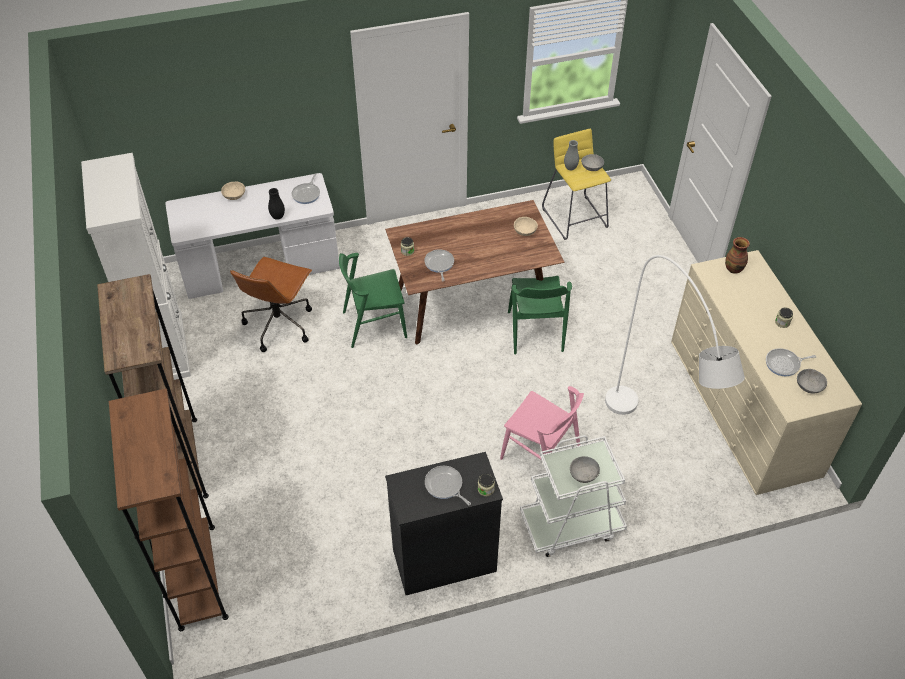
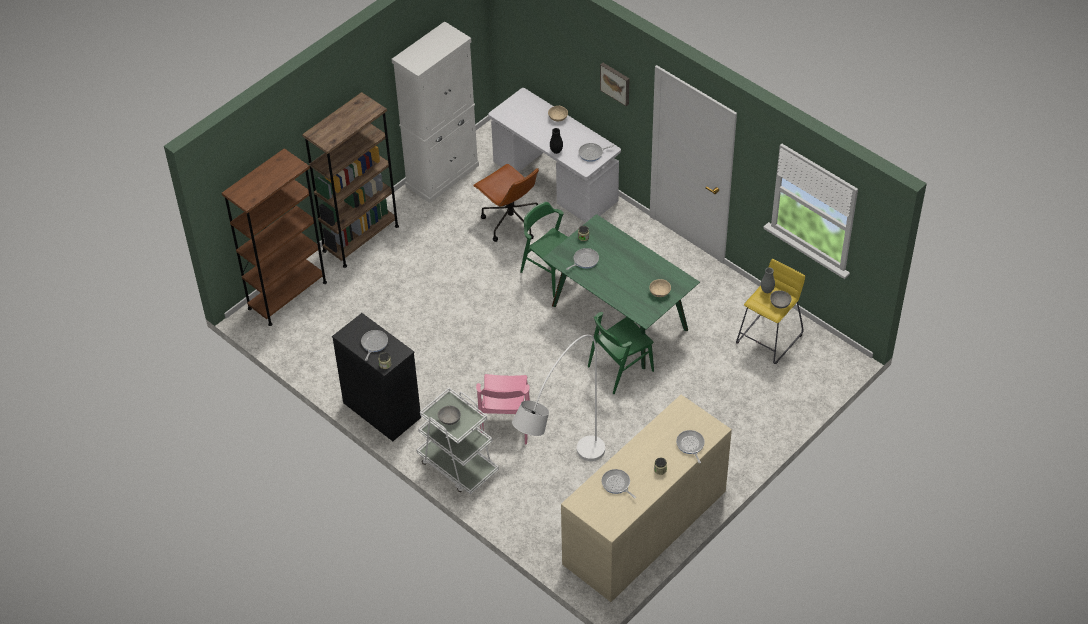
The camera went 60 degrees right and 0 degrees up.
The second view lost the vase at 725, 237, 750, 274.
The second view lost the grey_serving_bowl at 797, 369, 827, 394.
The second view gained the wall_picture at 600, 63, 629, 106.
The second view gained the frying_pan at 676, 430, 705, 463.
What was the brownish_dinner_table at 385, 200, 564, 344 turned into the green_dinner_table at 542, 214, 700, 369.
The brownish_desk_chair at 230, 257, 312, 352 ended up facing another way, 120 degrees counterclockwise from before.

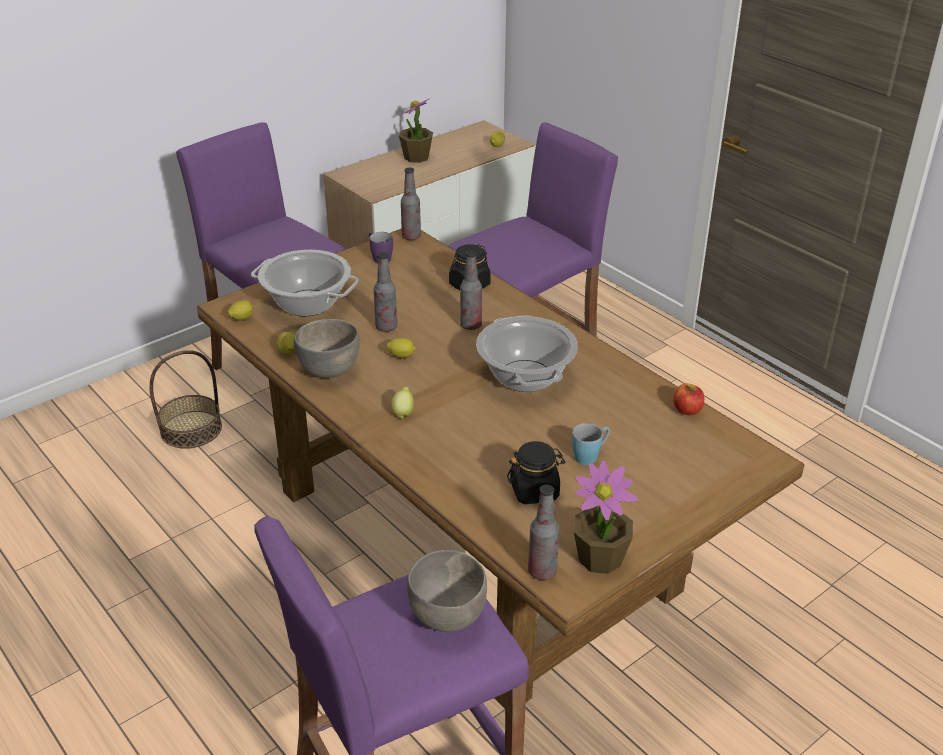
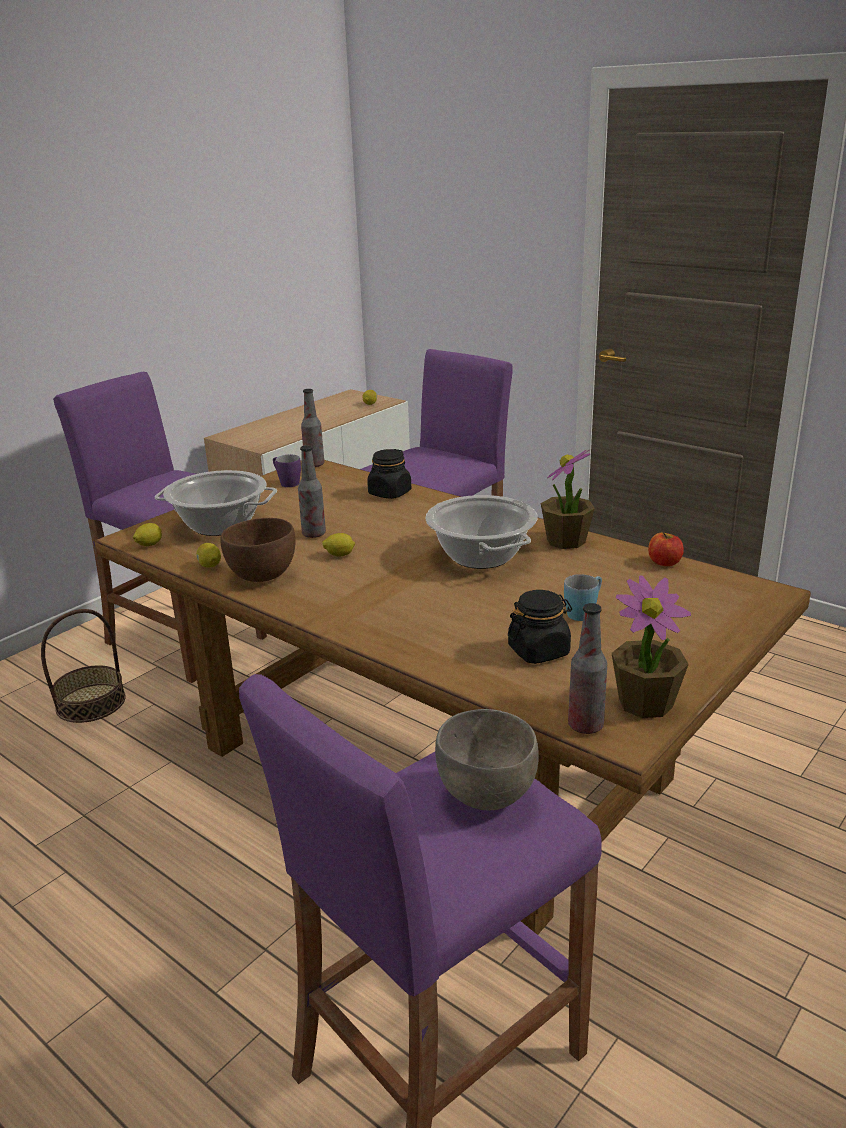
The camera went 10 degrees left and 10 degrees down.
The second view lost the lemon at 391, 387, 414, 419.
The second view lost the beverage_bottle at 460, 250, 482, 330.
The plant_in_a_pot ended up elsewhere, having gone from 399, 99, 433, 163 to 541, 449, 595, 549.
What was the grey_serving_bowl at 294, 319, 360, 378 turned into the brownish_serving_bowl at 220, 518, 296, 582.

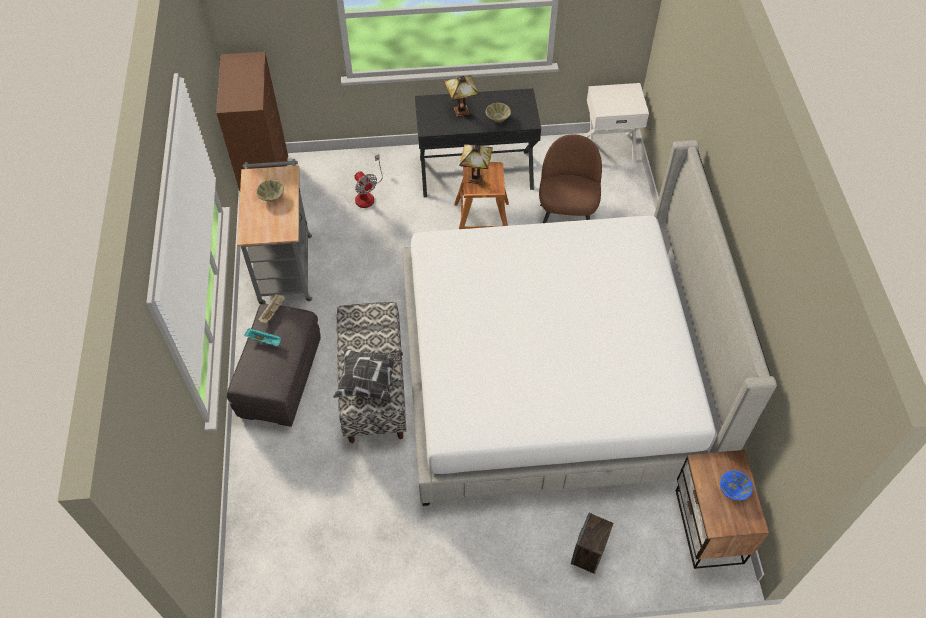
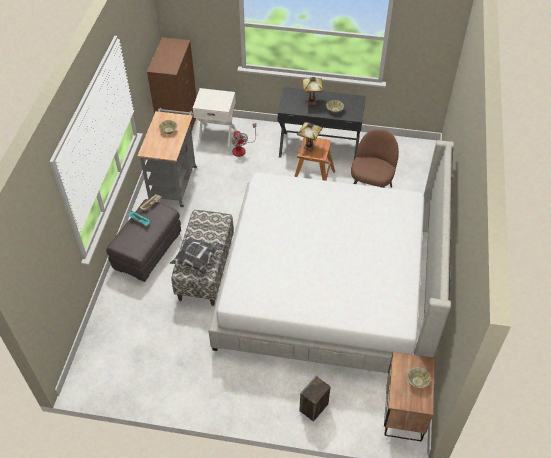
The camera went 15 degrees right and 5 degrees down.
The white_night_table ended up elsewhere, having gone from 584, 83, 649, 162 to 193, 88, 236, 147.
What was the blue-coloured_serving_bowl at 720, 470, 753, 501 turned into the sand-coloured_serving_bowl at 407, 367, 431, 388.

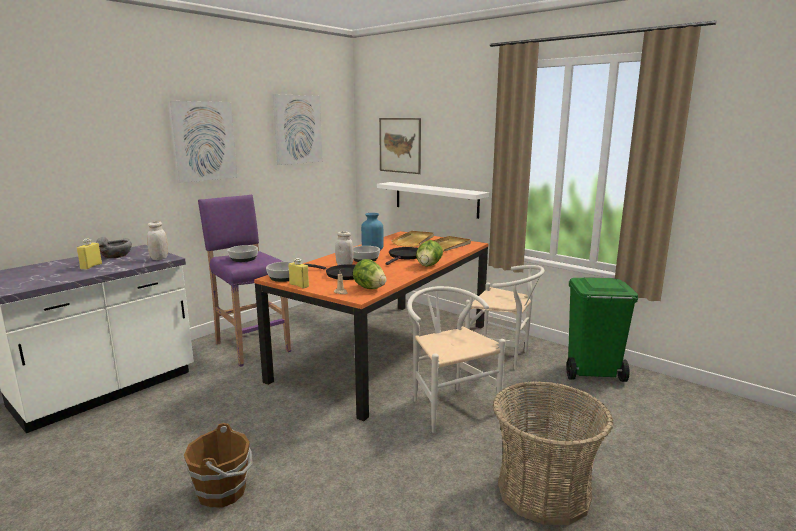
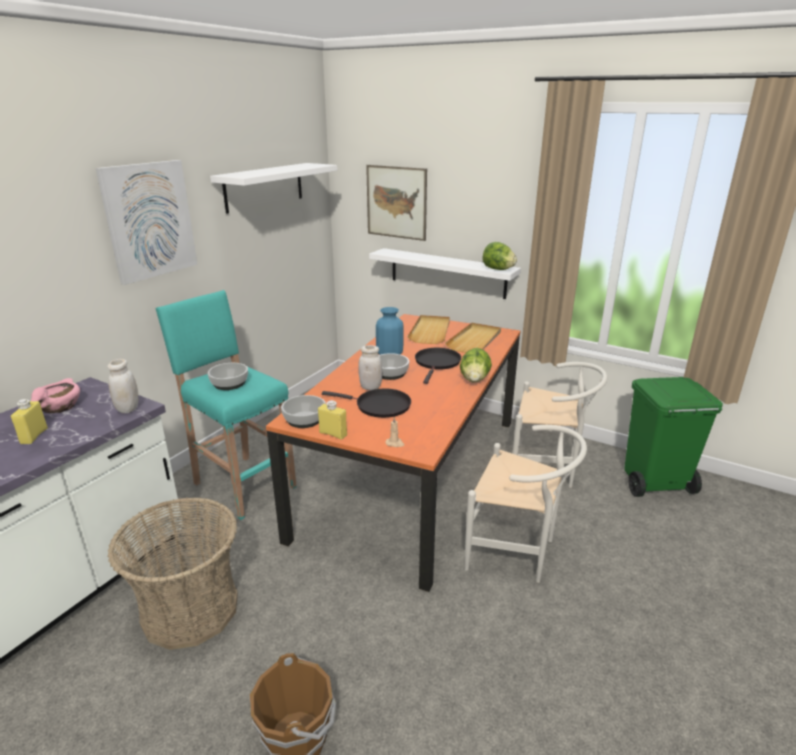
The camera went 10 degrees left and 10 degrees up.
The lettuce_head ended up elsewhere, having gone from 353, 259, 386, 289 to 483, 242, 517, 270.
The basket ended up elsewhere, having gone from 493, 381, 613, 525 to 108, 497, 238, 650.
Where the wall_picture hung at 273, 94, 323, 165, the white_wall_shelf came to hang at 210, 163, 337, 214.
What was the grey_serving_bowl at 96, 237, 132, 258 turned into the pinkish_serving_bowl at 31, 378, 80, 413.
What was the purple_stool_seat at 198, 195, 291, 367 turned into the turquoise_stool_seat at 156, 290, 297, 520.
The white_upright_chair at 407, 286, 506, 433 ended up facing another way, 150 degrees clockwise from before.

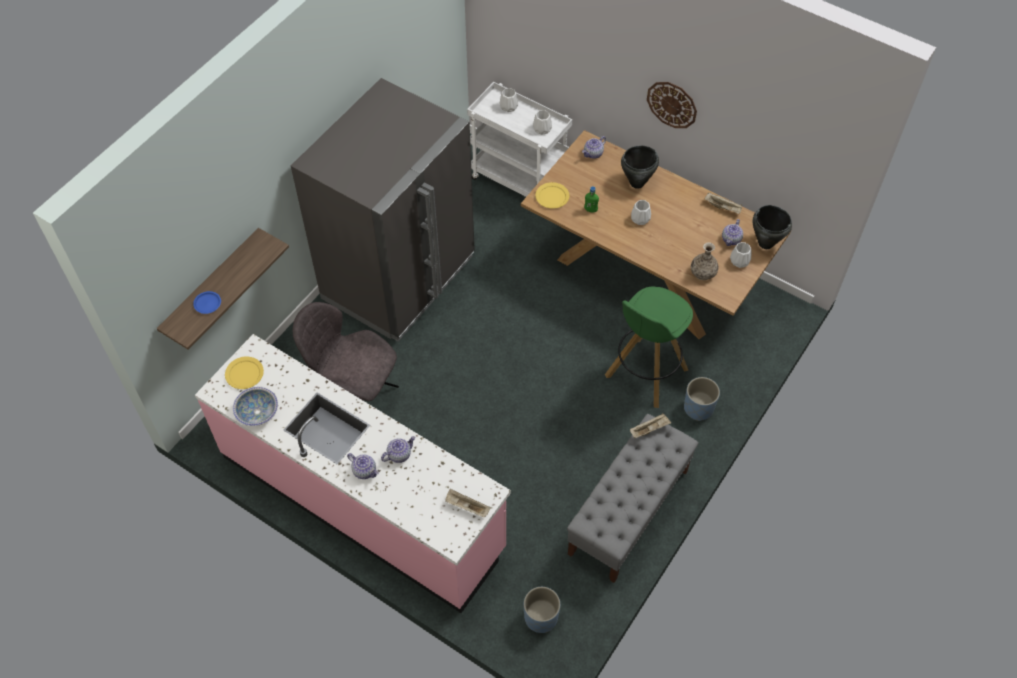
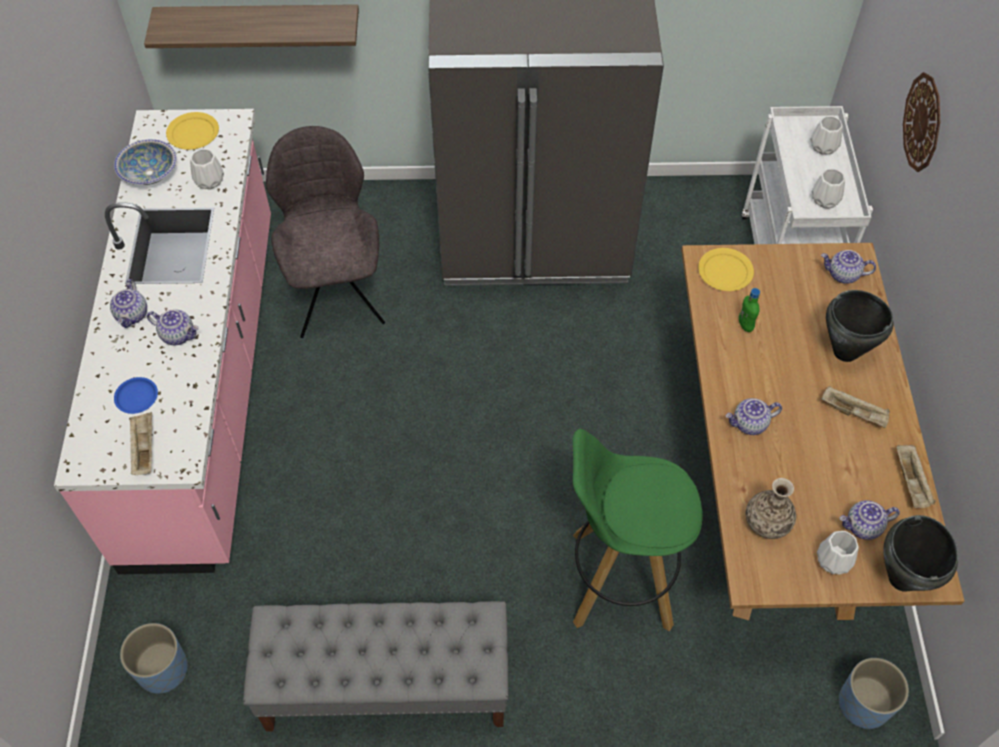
The camera went 55 degrees right and 0 degrees up.
The second view gained the pot_for_tea at 726, 398, 782, 435.
The blue-coloured_plate ended up elsewhere, having gone from 193, 291, 221, 314 to 114, 377, 158, 414.
The sand-coloured_tray ended up elsewhere, having gone from 630, 413, 671, 438 to 821, 386, 890, 428.
The white_vase ended up elsewhere, having gone from 631, 200, 651, 225 to 190, 149, 224, 190.
The hanging_clock ended up elsewhere, having gone from 647, 82, 697, 128 to 903, 72, 940, 172.
The blue-coloured_plant_pot ended up elsewhere, having gone from 684, 377, 720, 421 to 839, 658, 909, 729.

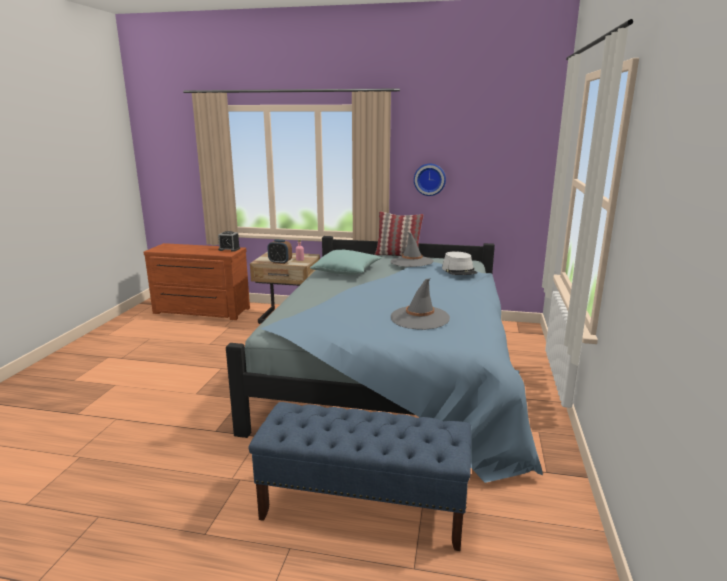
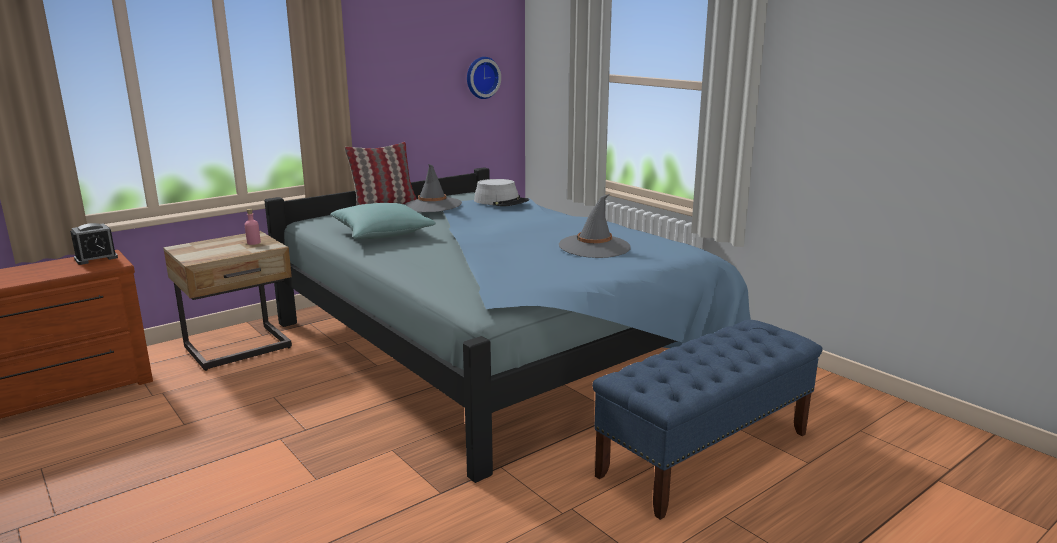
The camera went 50 degrees left and 0 degrees up.
The second view lost the table_clock at 268, 239, 292, 264.
The hanging_clock ended up elsewhere, having gone from 414, 164, 446, 196 to 467, 57, 501, 99.

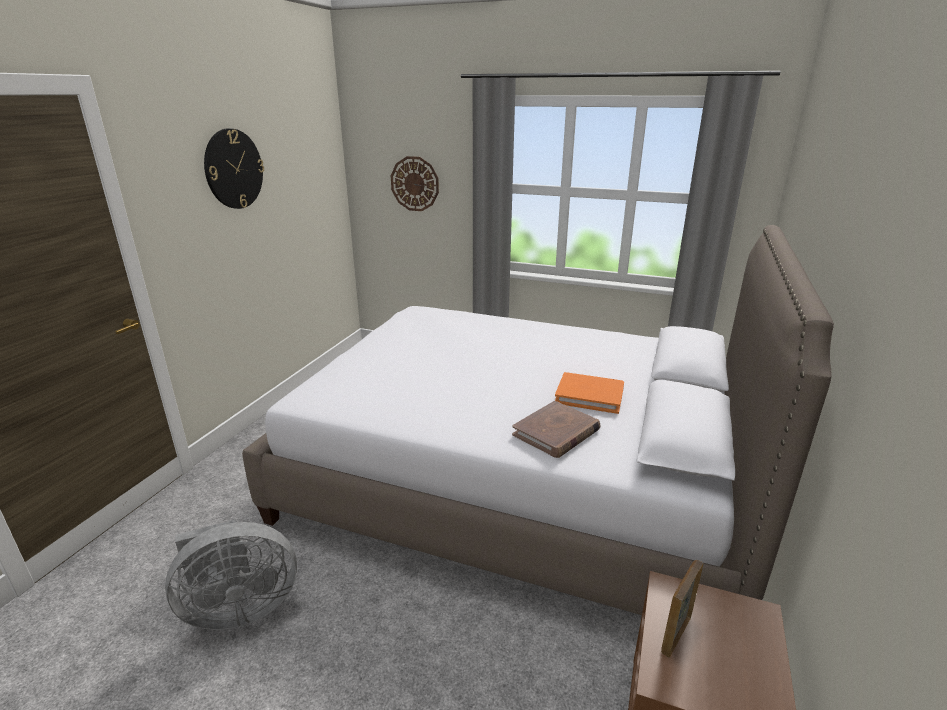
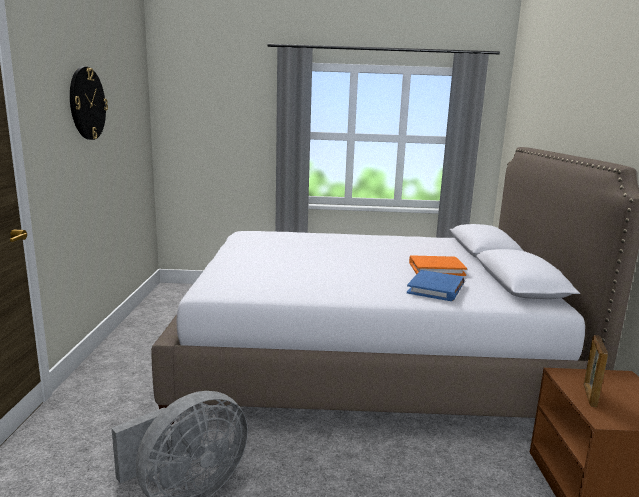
The camera went 20 degrees left and 10 degrees down.
The second view lost the hanging_clock at 391, 156, 439, 211.
What was the brownish_volume at 512, 401, 601, 458 turned into the blue-coloured_volume at 407, 270, 465, 301.

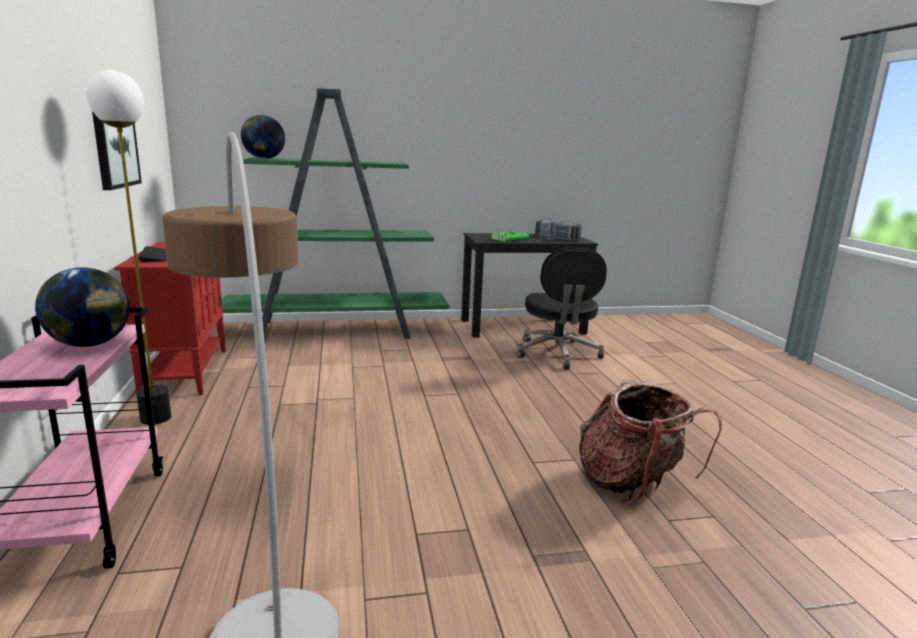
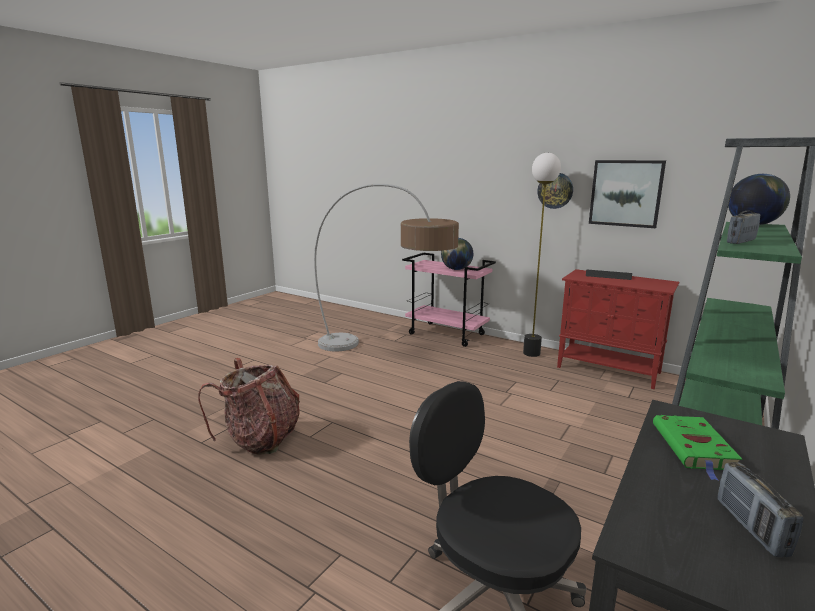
The camera went 135 degrees right and 0 degrees up.
The second view gained the hanging_clock at 537, 173, 573, 209.
The radio ended up elsewhere, having gone from 552, 221, 582, 241 to 727, 211, 761, 244.

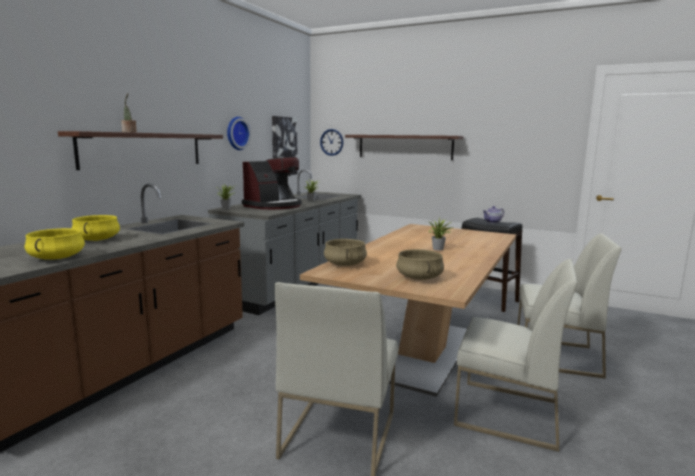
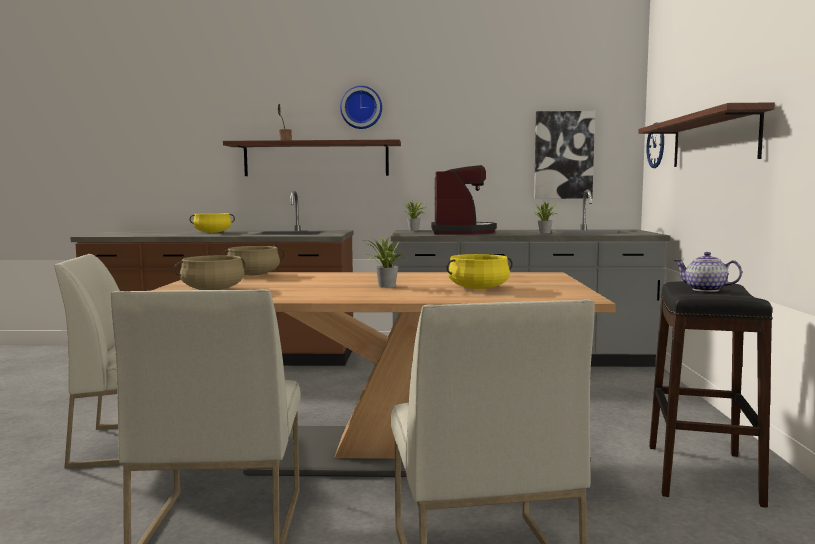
The camera went 65 degrees right and 5 degrees down.
The yellow_cooking_pot ended up elsewhere, having gone from 25, 228, 85, 260 to 446, 254, 513, 289.
The hanging_clock ended up elsewhere, having gone from 227, 117, 251, 150 to 340, 86, 382, 129.
The coffee_brewer at 242, 157, 302, 210 ended up facing another way, 105 degrees counterclockwise from before.

